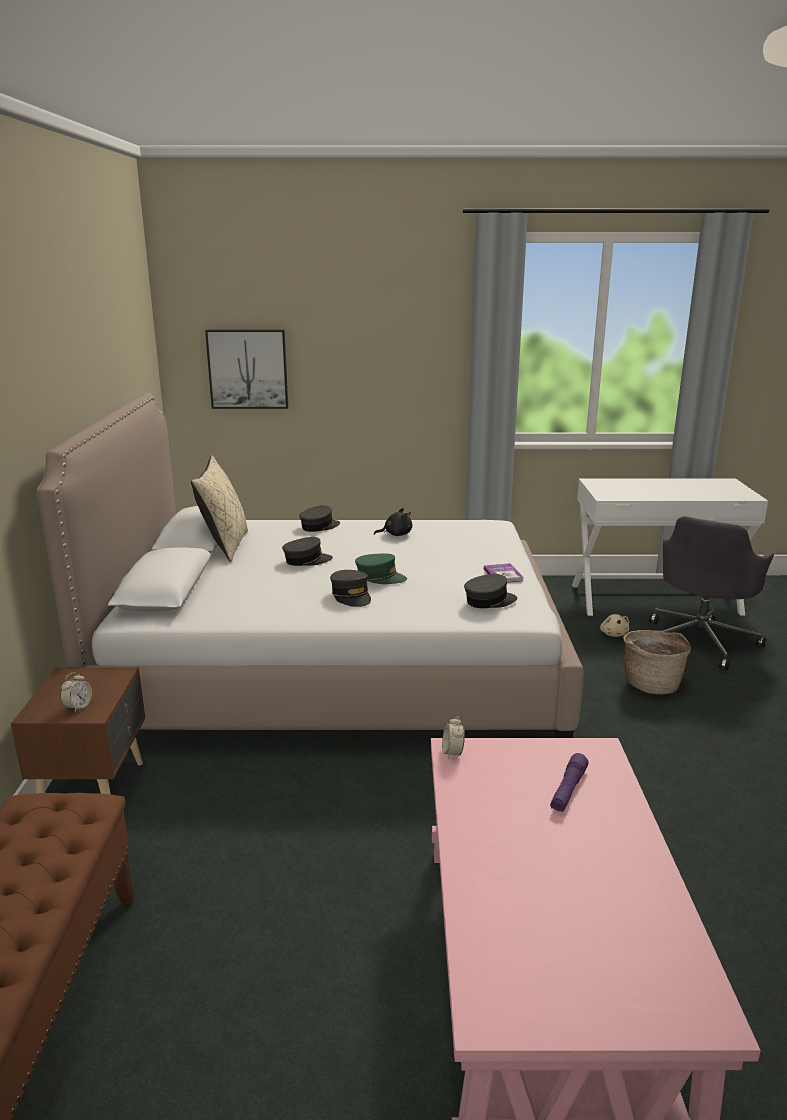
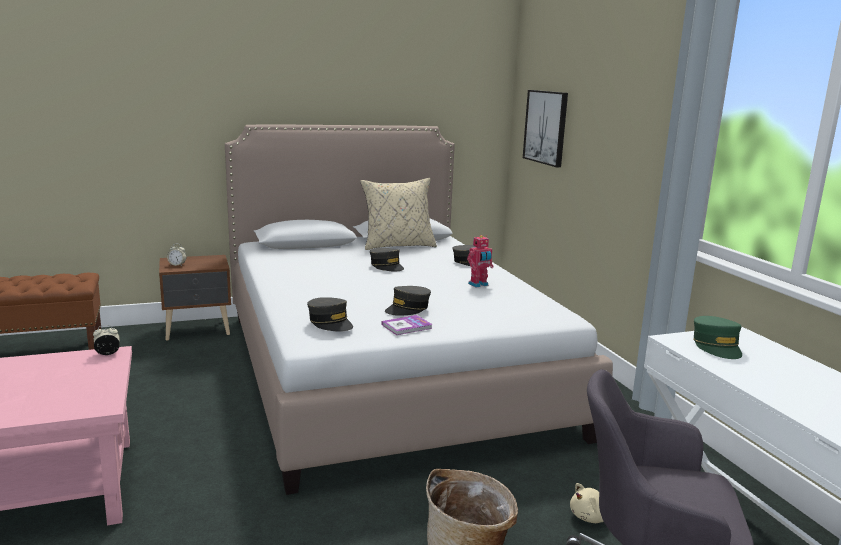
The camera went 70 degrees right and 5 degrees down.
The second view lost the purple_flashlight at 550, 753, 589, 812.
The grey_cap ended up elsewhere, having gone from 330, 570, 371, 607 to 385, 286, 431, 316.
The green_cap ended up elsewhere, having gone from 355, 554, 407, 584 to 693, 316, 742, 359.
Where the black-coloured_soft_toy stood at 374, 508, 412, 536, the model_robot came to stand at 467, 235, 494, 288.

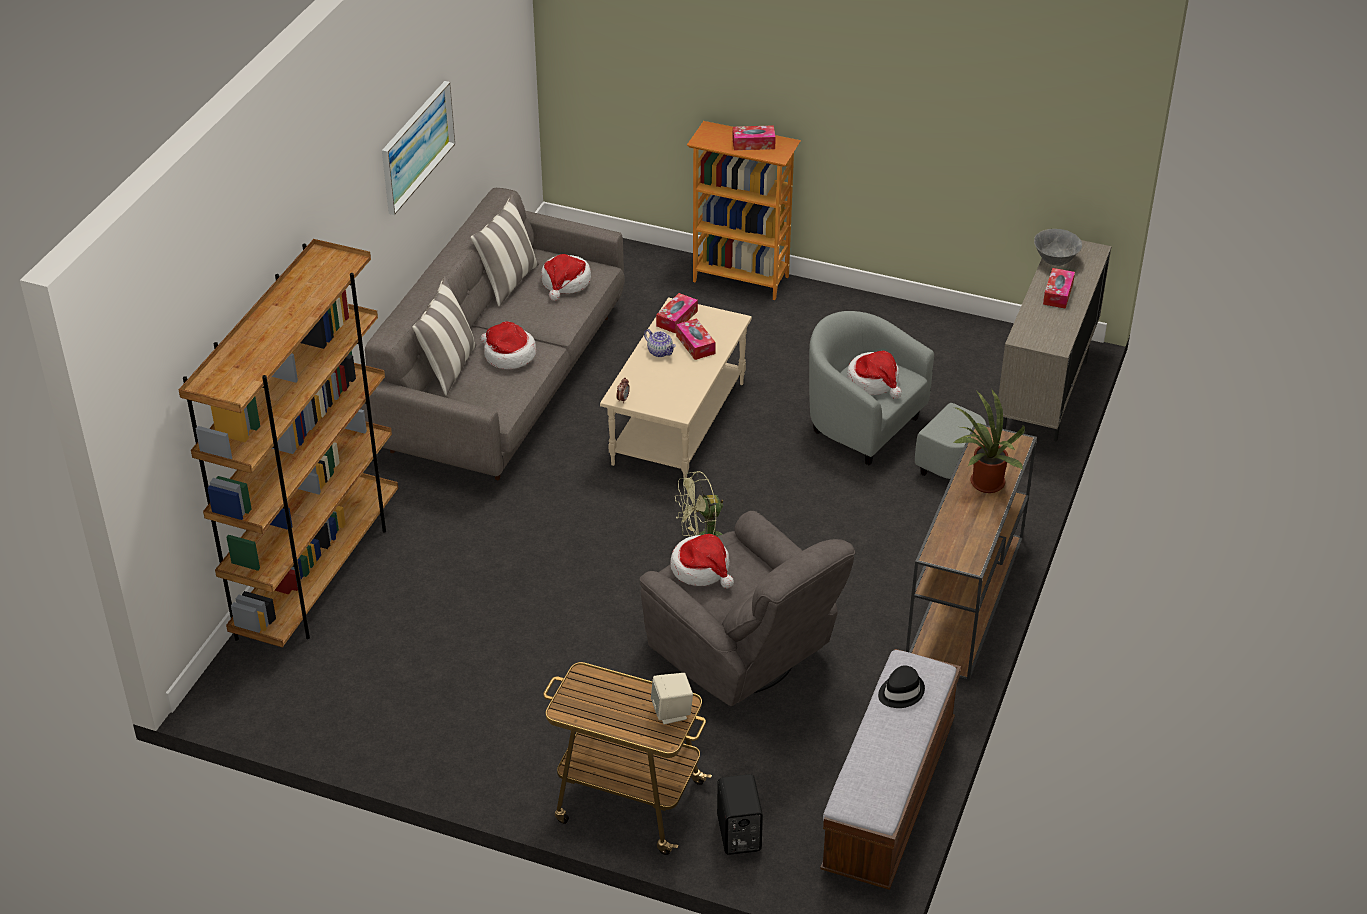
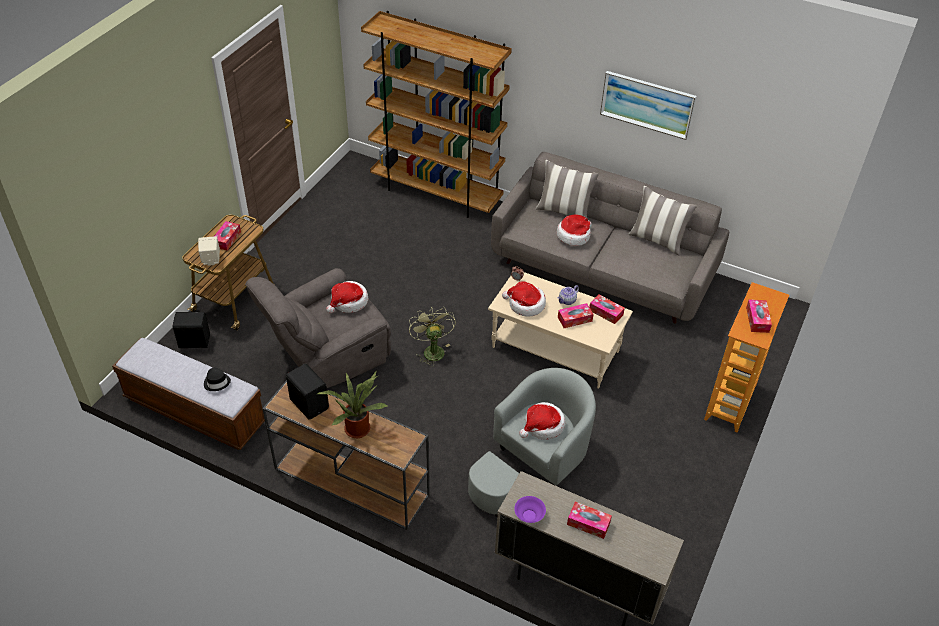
The camera went 95 degrees right and 5 degrees up.
The second view lost the grey_serving_bowl at 1034, 229, 1082, 266.
The second view gained the tissue_box at 215, 221, 241, 251.
The second view gained the black-coloured_speaker at 286, 364, 329, 420.
The second view gained the purple_serving_bowl at 514, 496, 546, 523.
The wearable_hat ended up elsewhere, having gone from 541, 254, 591, 301 to 502, 281, 546, 317.

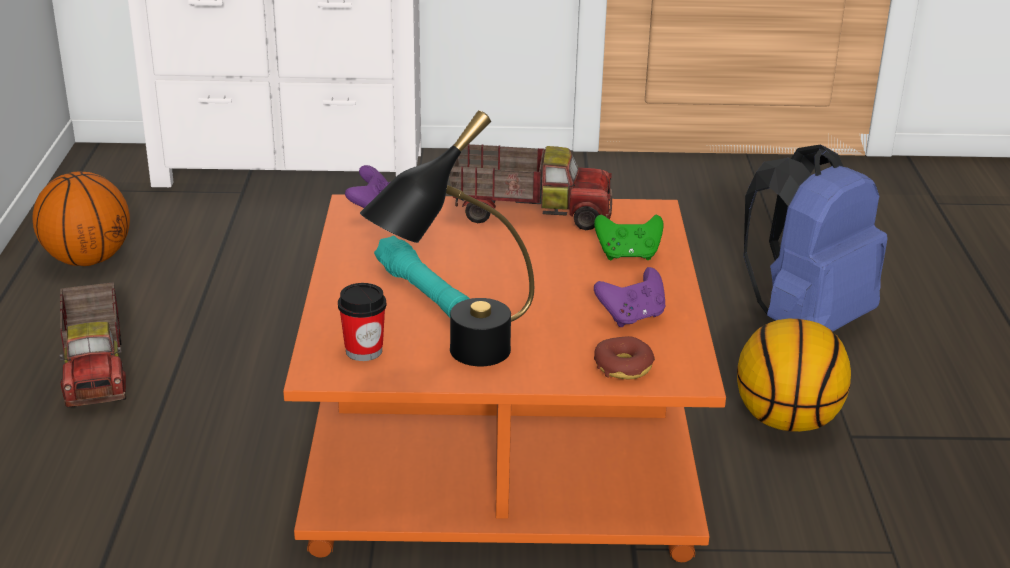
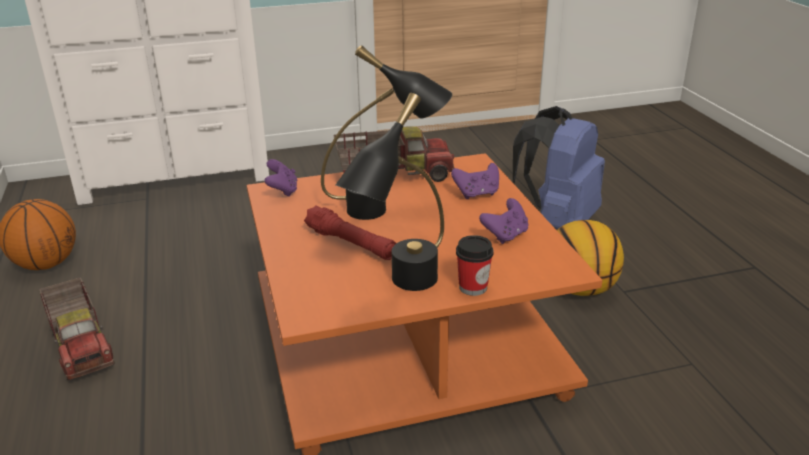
The camera went 15 degrees left and 0 degrees up.
The second view lost the donut at 594, 336, 655, 379.
The second view gained the black-coloured_tabletop_lamp at 321, 45, 452, 220.
The cup ended up elsewhere, having gone from 338, 283, 387, 361 to 456, 235, 494, 296.
What was the turquoise_flashlight at 374, 236, 470, 317 turned into the red-coloured_flashlight at 304, 205, 397, 260.
What was the green_game_controller at 594, 214, 664, 260 turned into the purple_game_controller at 451, 163, 499, 199.

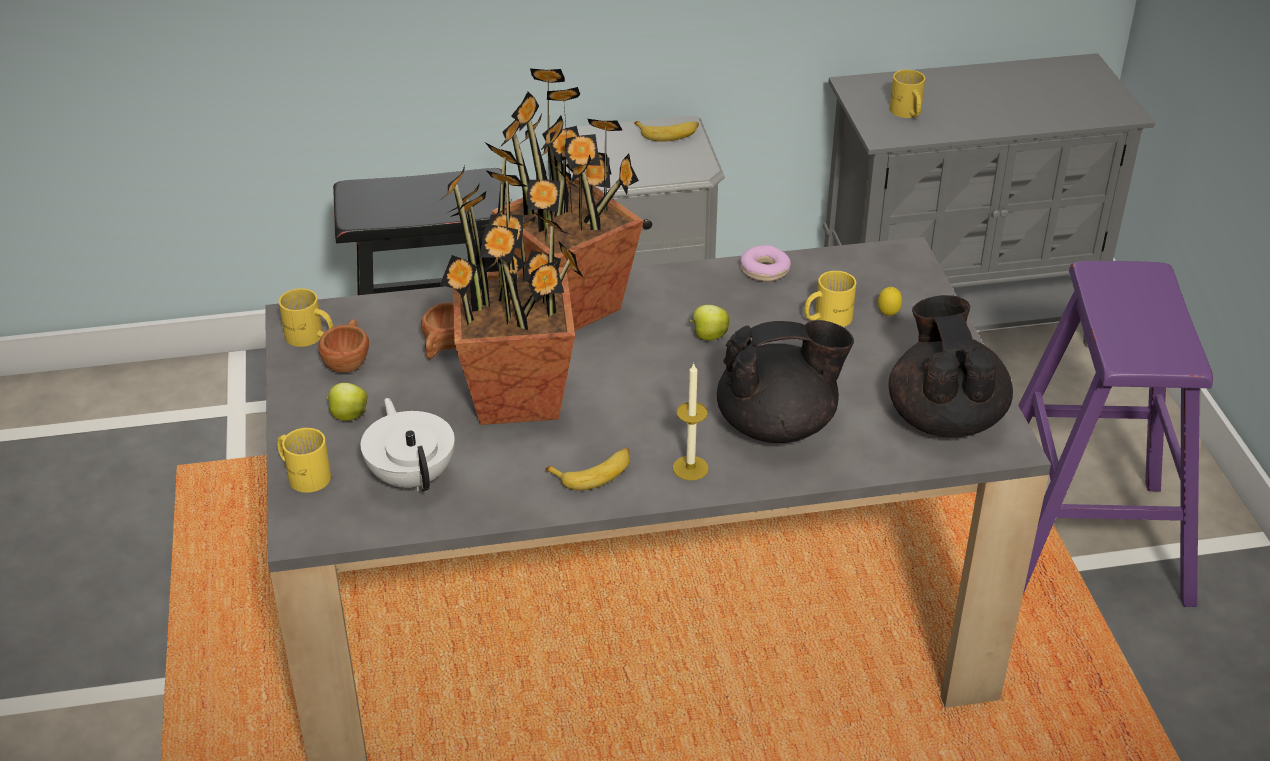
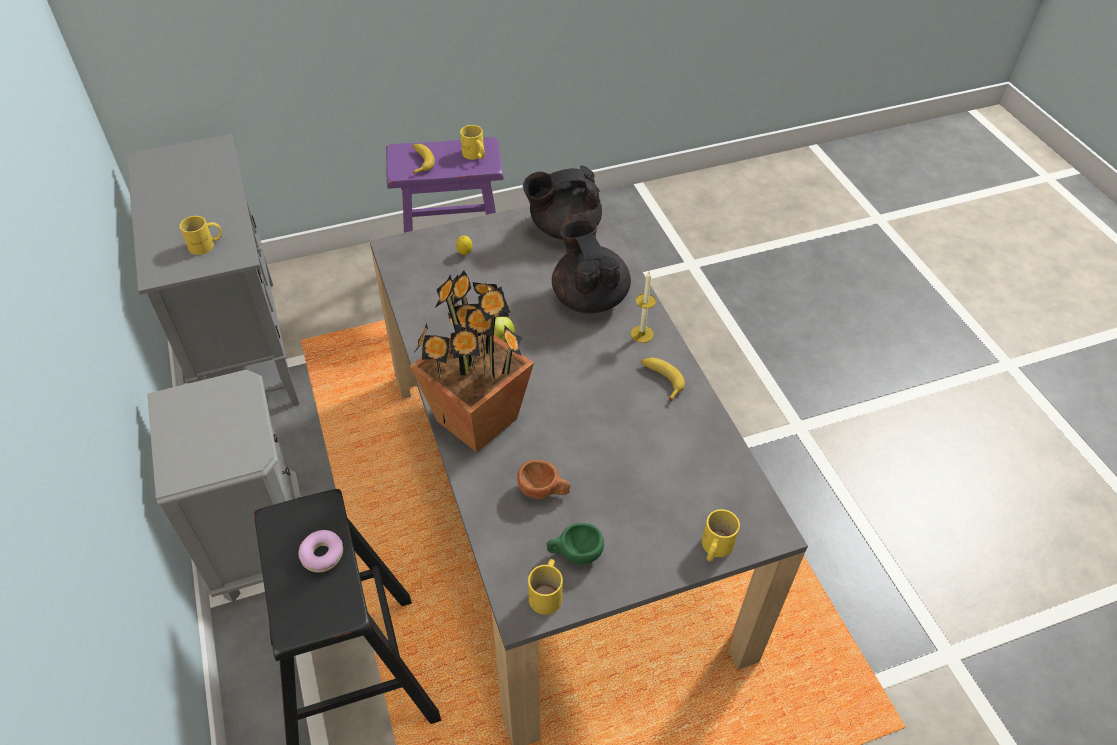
The camera went 100 degrees left and 10 degrees up.
The second view lost the apple at 326, 383, 368, 421.
The second view lost the white_pot_for_tea at 361, 398, 455, 491.
The second view lost the plant_in_a_pot at 438, 143, 584, 425.
The whole_banana ended up elsewhere, having gone from 634, 121, 699, 142 to 413, 144, 435, 174.
The donut ended up elsewhere, having gone from 740, 245, 791, 282 to 298, 530, 343, 572.
The yellow_tea_mug ended up elsewhere, having gone from 804, 271, 856, 327 to 460, 125, 485, 160.
What was the brownish_cup at 318, 319, 369, 373 turned into the green_cup at 546, 523, 604, 565.

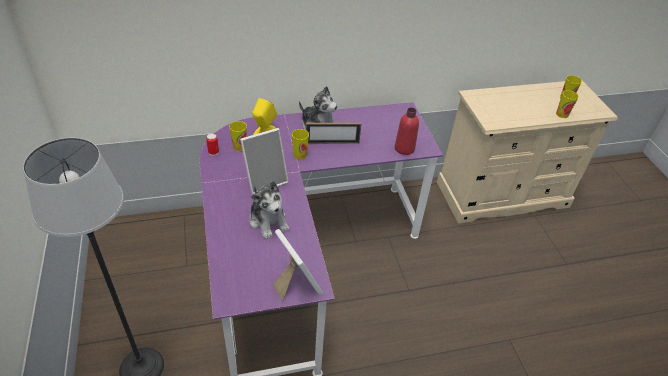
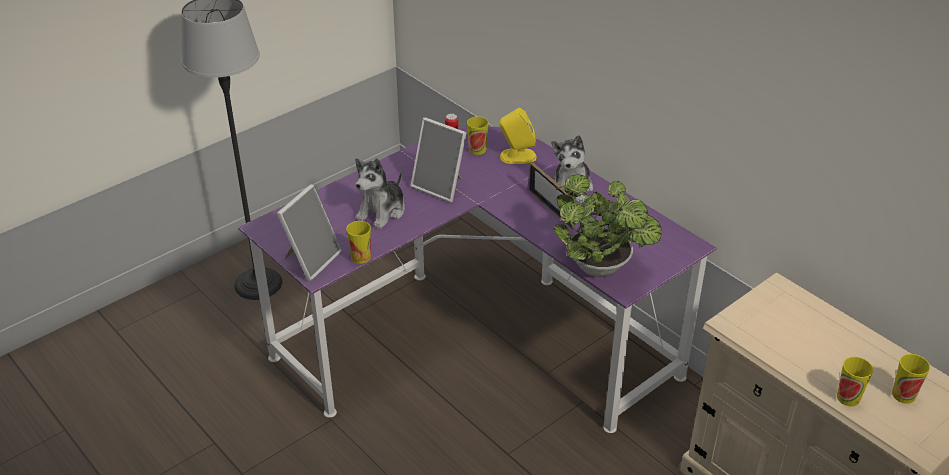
The camera went 65 degrees right and 5 degrees down.
The cup ended up elsewhere, having gone from 292, 129, 309, 159 to 346, 221, 371, 264.
Where the red-coloured_beverage_bottle stood at 395, 107, 419, 155, the plant_in_a_pot came to stand at 553, 174, 662, 277.

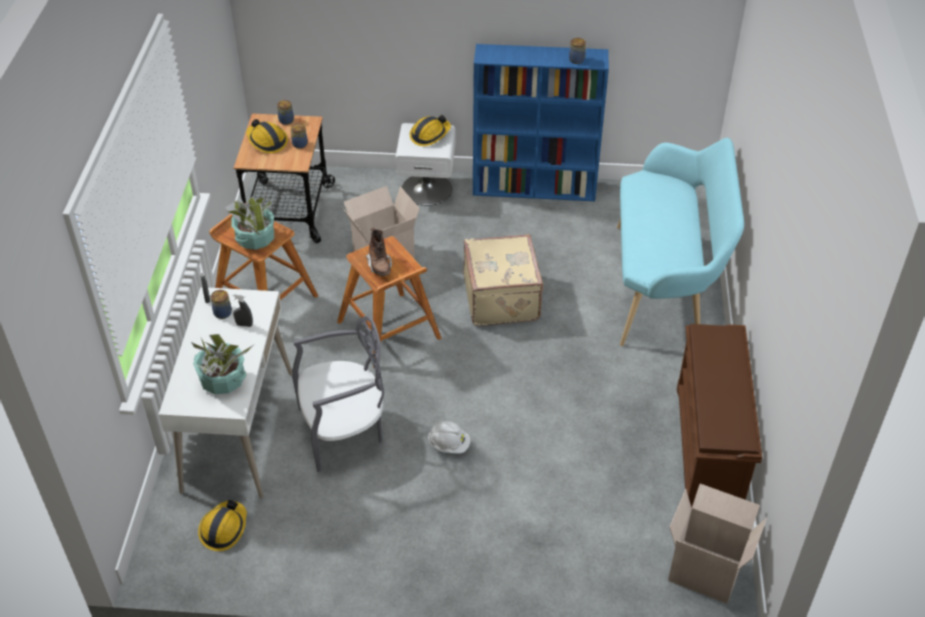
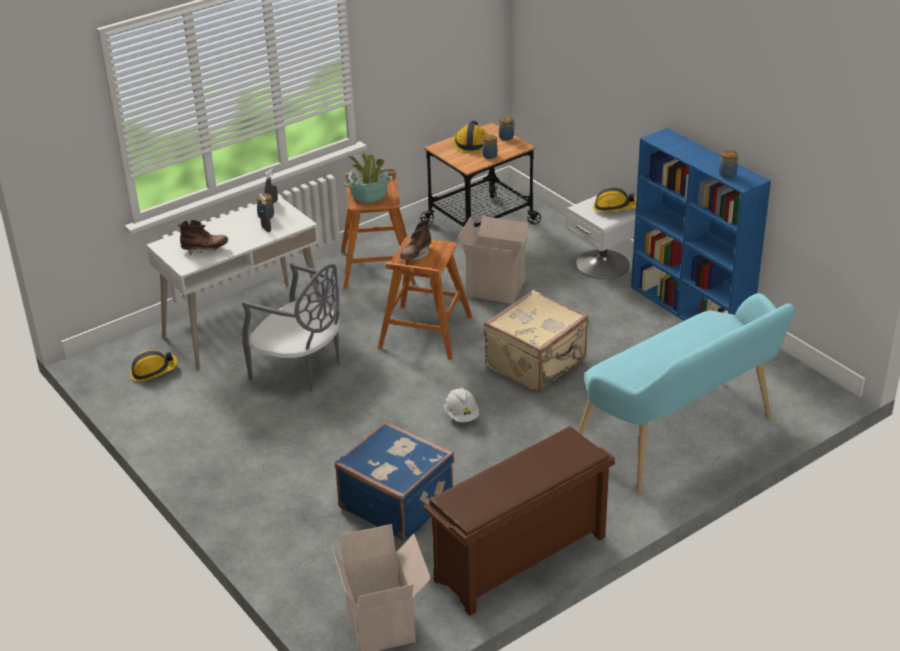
The camera went 50 degrees right and 10 degrees down.
The second view gained the blue-coloured_piece_of_luggage at 335, 421, 454, 541.
The white_safety_helmet ended up elsewhere, having gone from 427, 421, 470, 454 to 444, 388, 479, 422.
Where the plant_in_a_pot stood at 191, 334, 253, 394, the brownish_high-top_boot came to stand at 177, 220, 228, 255.

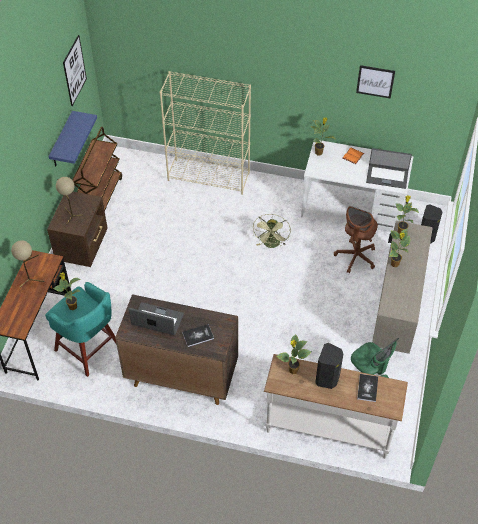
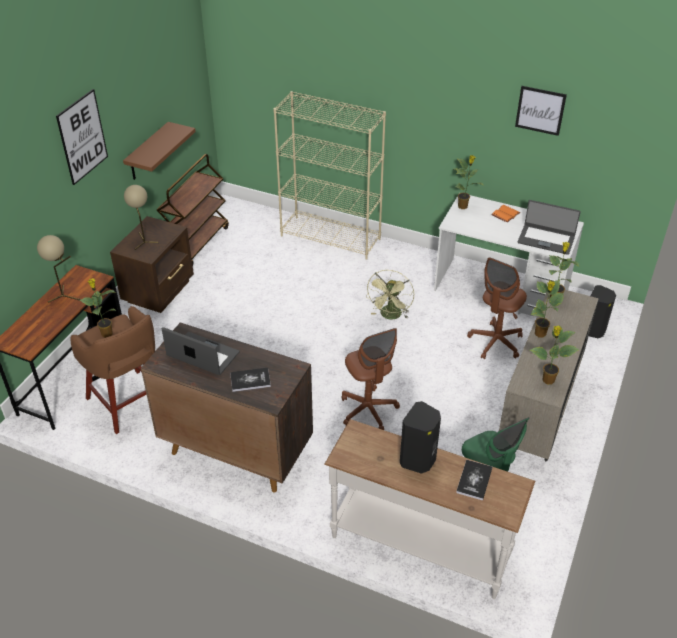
The camera went 10 degrees right and 10 degrees down.
The second view gained the brownish_desk_chair at 342, 328, 400, 430.
The wall_picture ended up elsewhere, having gone from 63, 35, 87, 106 to 56, 89, 108, 185.
The plant_in_a_pot ended up elsewhere, having gone from 276, 334, 312, 374 to 530, 326, 579, 384.
What was the turquoise_stool_seat at 45, 282, 117, 377 turned into the brownish_stool_seat at 70, 306, 155, 434.
What was the blue-coloured_wall_shelf at 48, 111, 97, 167 turned into the brownish_wall_shelf at 123, 122, 196, 180.

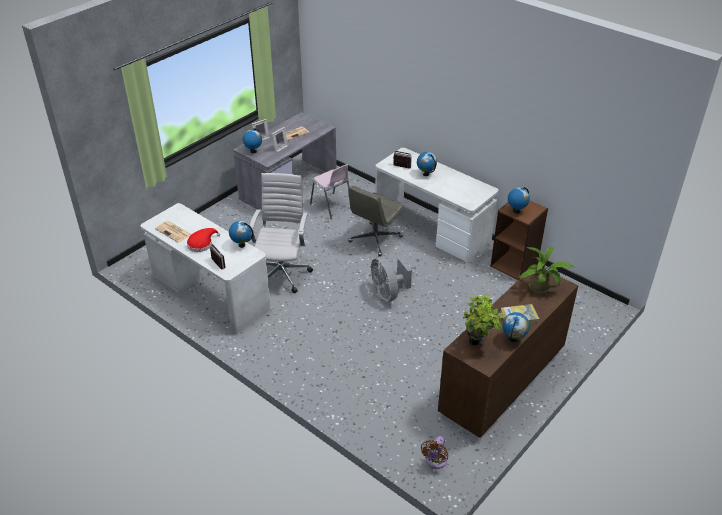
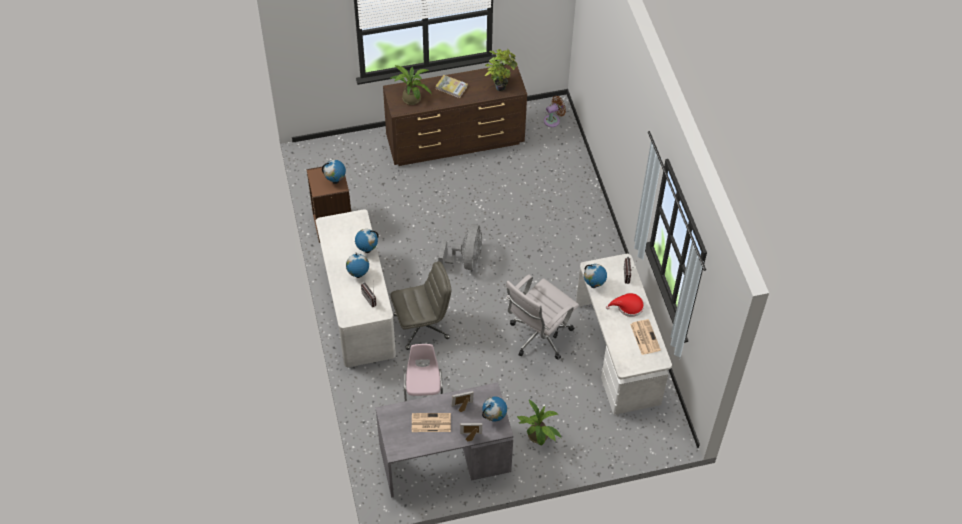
The camera went 145 degrees left and 15 degrees up.
The second view gained the plant_in_a_pot at 517, 399, 562, 445.
The desk_globe ended up elsewhere, having gone from 502, 312, 530, 343 to 355, 229, 378, 253.

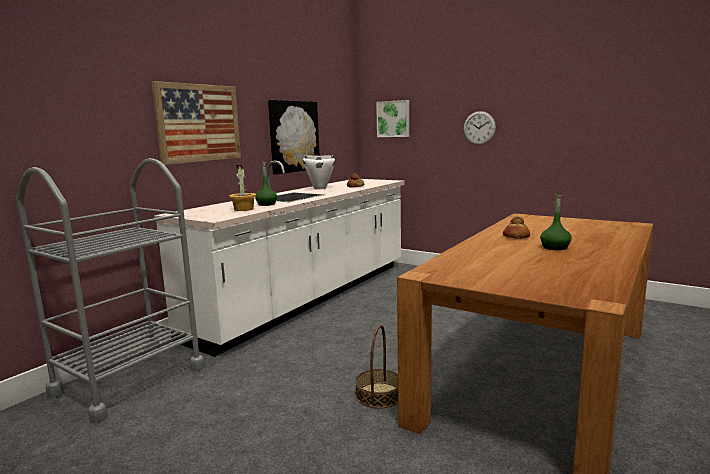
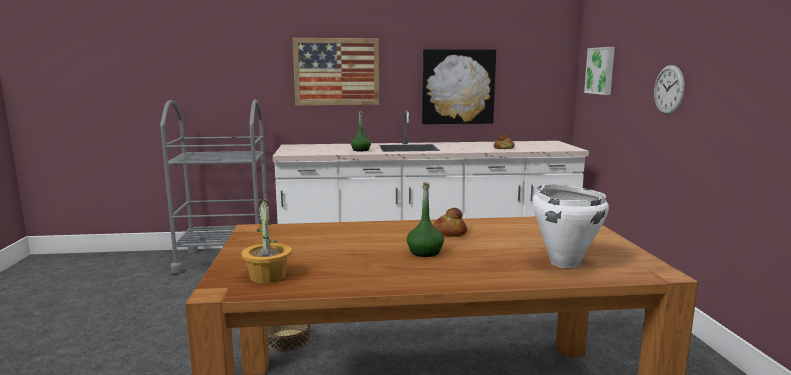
The camera went 50 degrees right and 0 degrees up.
The plant_in_a_pot ended up elsewhere, having gone from 229, 165, 256, 211 to 241, 198, 292, 283.
The white_cooking_pot ended up elsewhere, having gone from 303, 155, 335, 189 to 532, 184, 609, 268.

